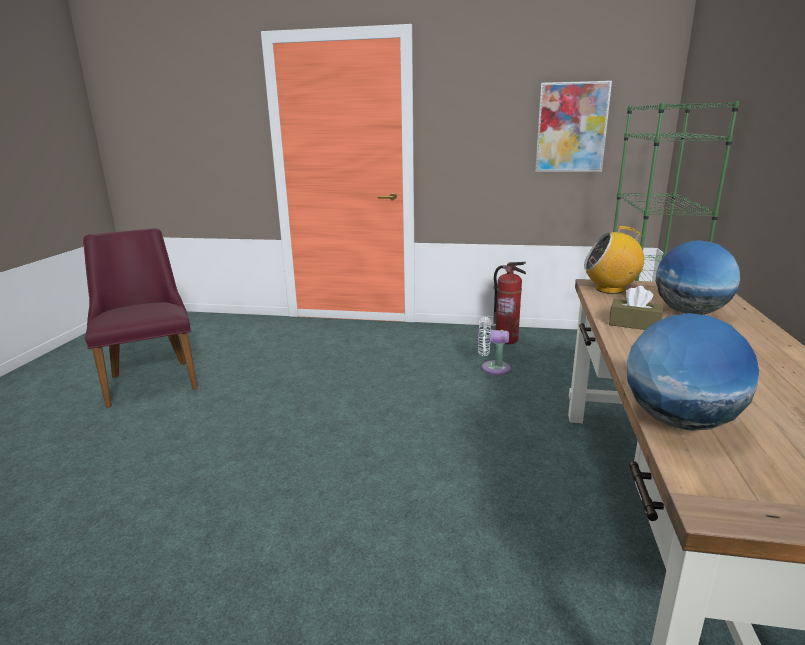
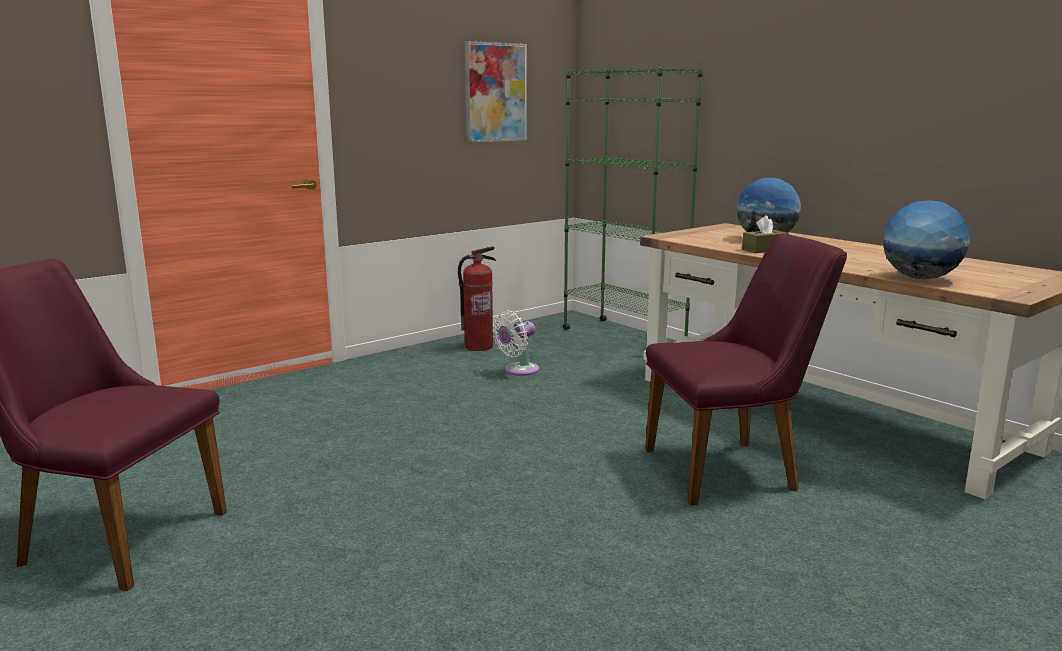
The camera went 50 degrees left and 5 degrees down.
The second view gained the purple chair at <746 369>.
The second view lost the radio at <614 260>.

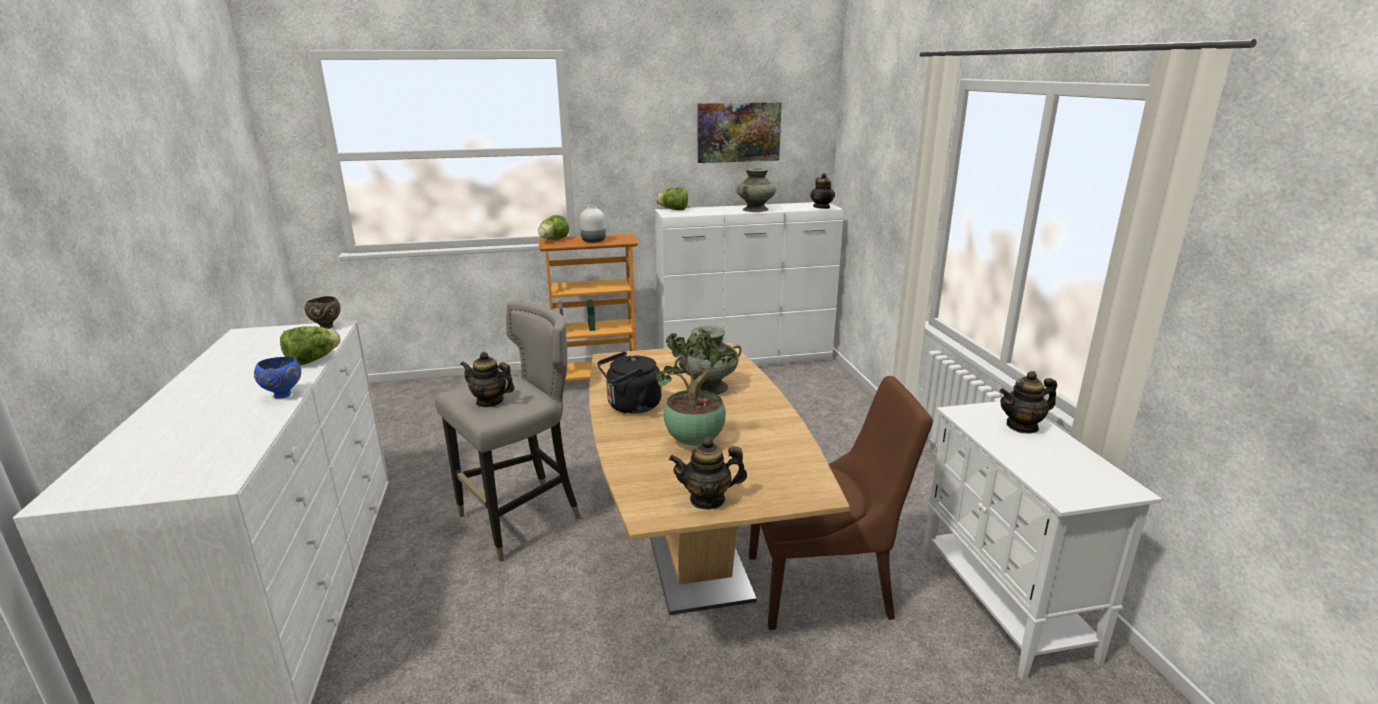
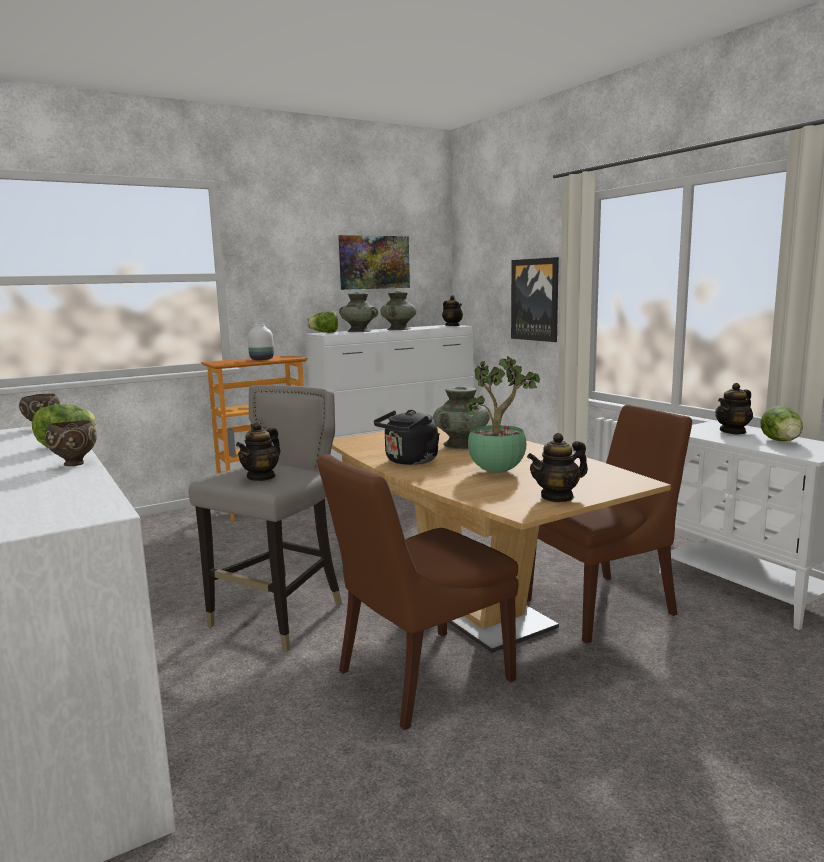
The camera went 20 degrees left and 10 degrees down.
What was the blue bowl at <277 378> turned into the brown bowl at <71 443>.
The teapot at <487 380> ended up facing another way, 60 degrees counterclockwise from before.
The second view gained the brown chair at <418 592>.
The second view gained the turquoise vase at <358 312>.
The second view gained the picture at <535 299>.
The lettuce ended up elsewhere, having gone from <553 227> to <782 423>.

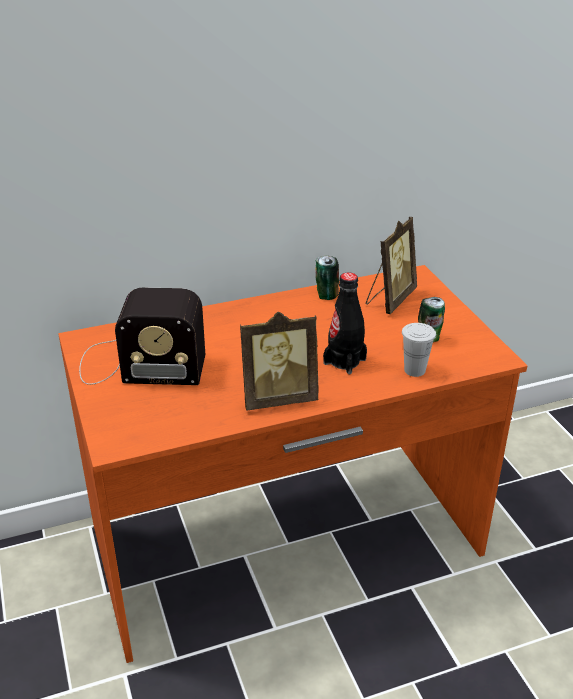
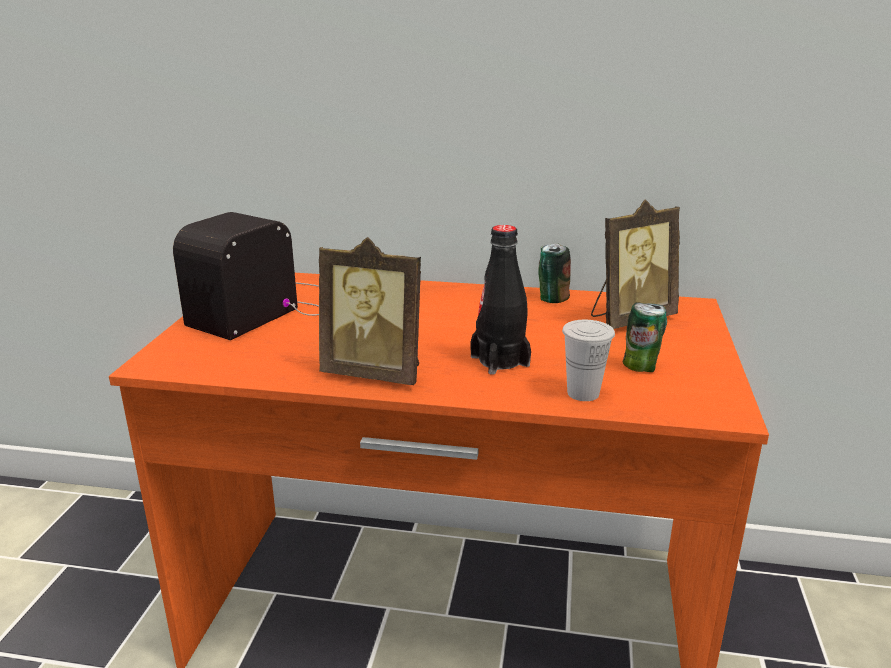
The camera went 30 degrees right and 10 degrees down.
The radio at <142 336> ended up facing another way, 90 degrees clockwise from before.

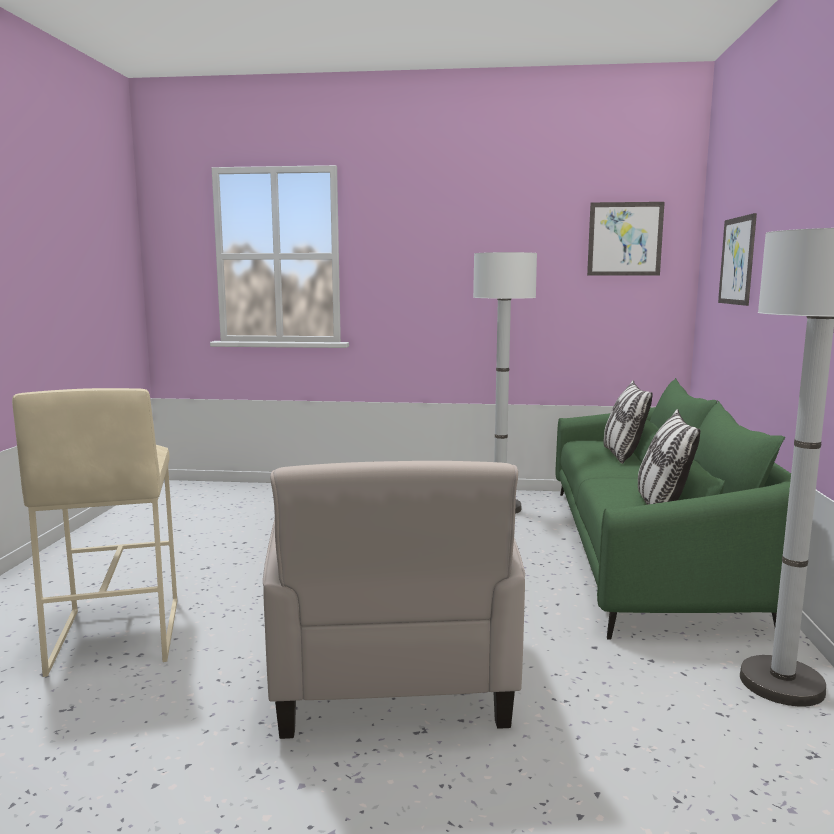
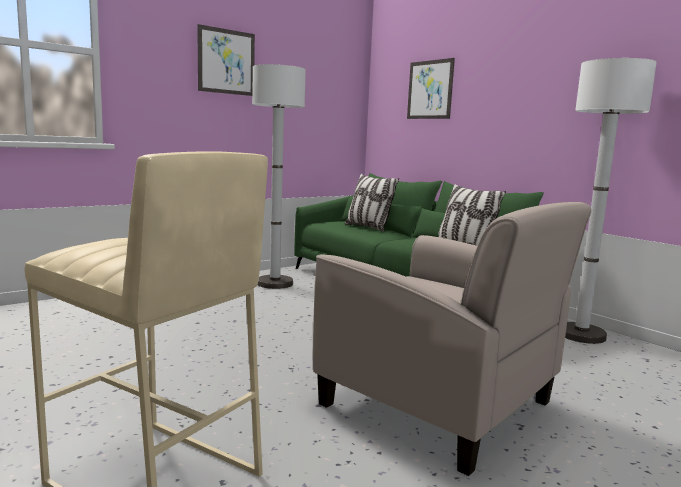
The camera went 45 degrees left and 0 degrees up.
The picture ended up elsewhere, having gone from <626 239> to <226 60>.

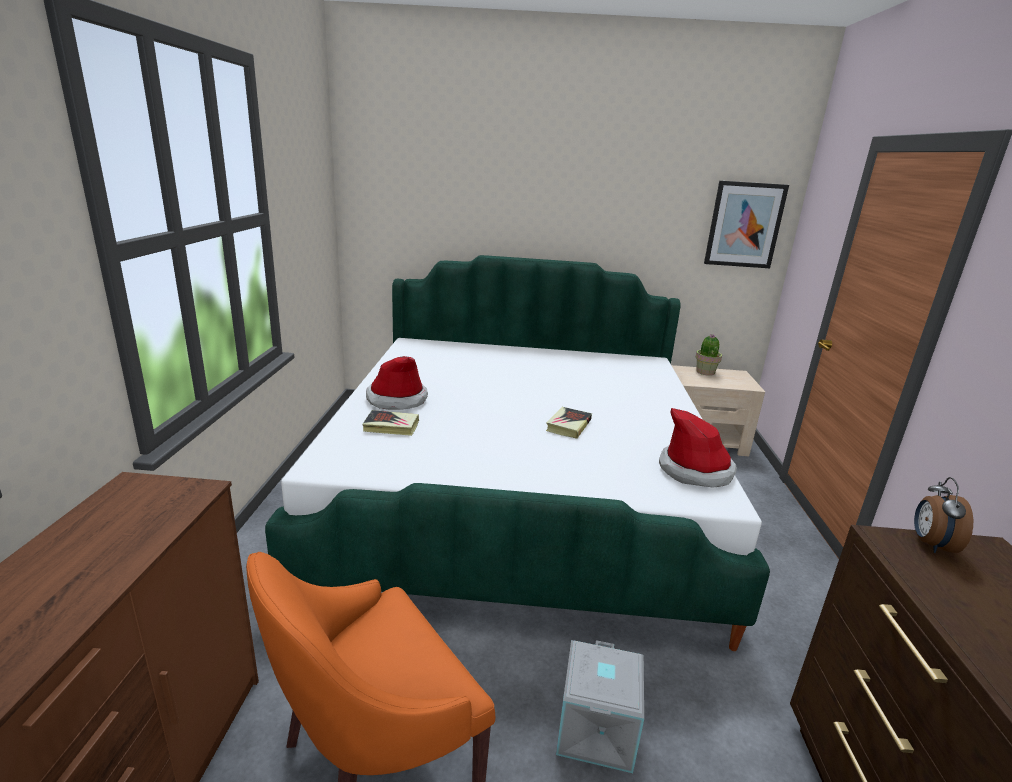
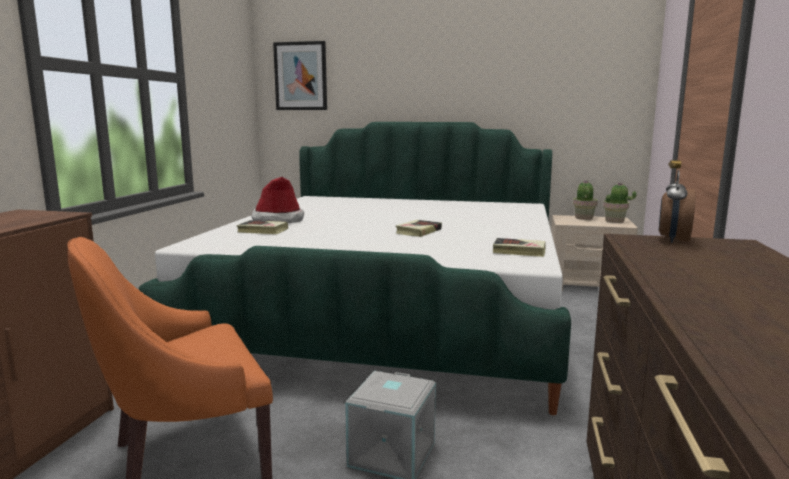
The camera went 10 degrees right and 10 degrees down.
The picture ended up elsewhere, having gone from <746 224> to <300 75>.
Where the hat stood at <698 447>, the book came to stand at <519 247>.
The second view gained the potted plant at <620 202>.

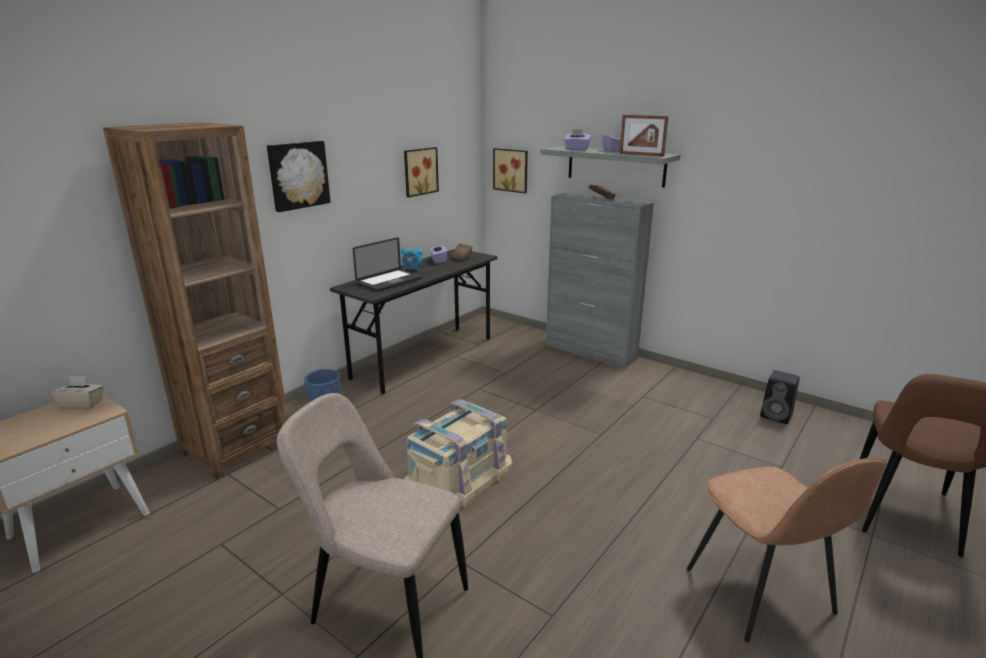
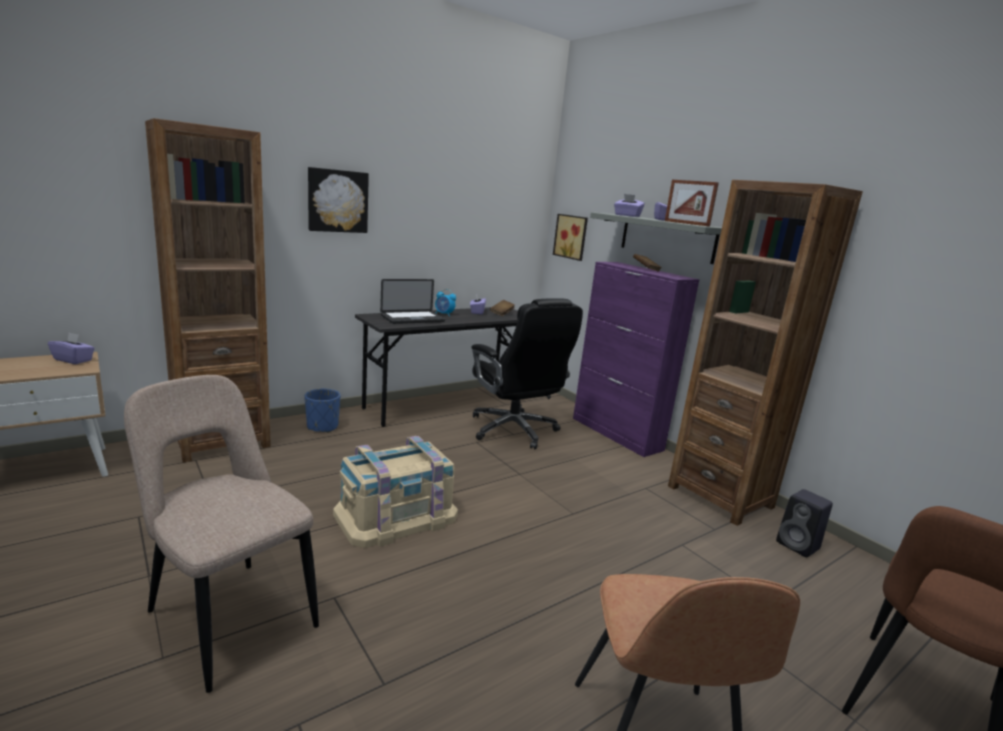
The camera went 15 degrees right and 5 degrees down.
What was the beige tissue box at <77 392> turned into the purple tissue box at <71 348>.
The second view gained the black office chair at <527 373>.
What was the grey cabinet at <600 280> turned into the purple cabinet at <636 359>.
The second view gained the brown bookcase at <765 353>.
The second view lost the picture at <421 172>.

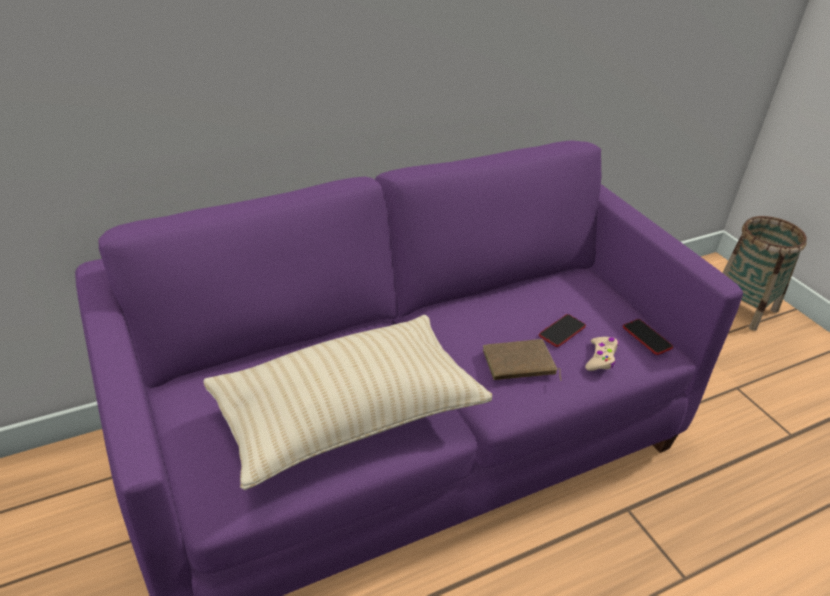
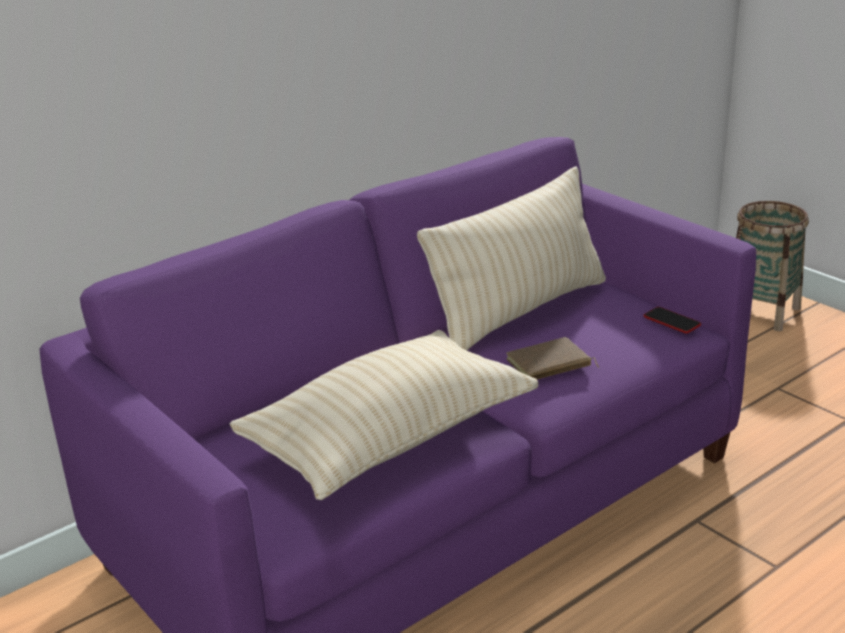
The camera went 10 degrees left and 10 degrees down.
The second view gained the beige pillow at <511 258>.
The second view lost the phone at <562 330>.
The second view lost the beige game controller at <602 354>.

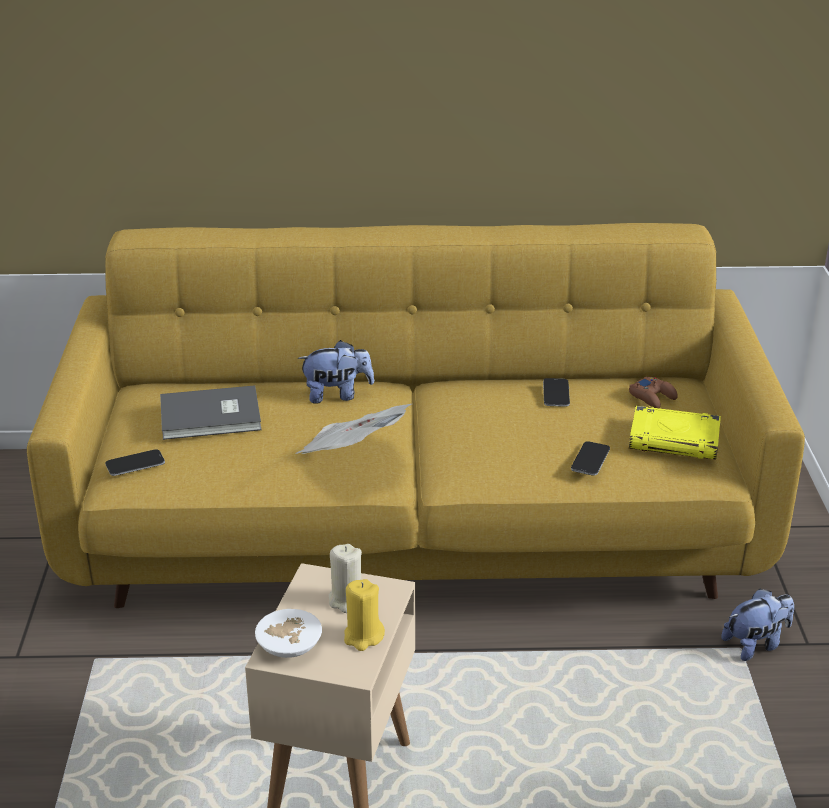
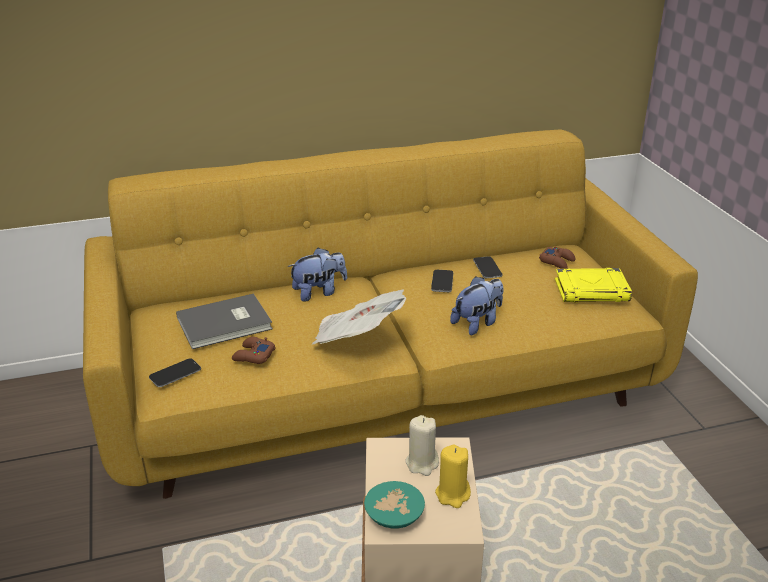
The camera went 15 degrees left and 0 degrees up.
The second view gained the brown game controller at <254 350>.
What was the white bowl at <288 633> turned into the turquoise bowl at <394 505>.
The phone ended up elsewhere, having gone from <590 458> to <442 281>.
The plush toy ended up elsewhere, having gone from <757 624> to <476 305>.

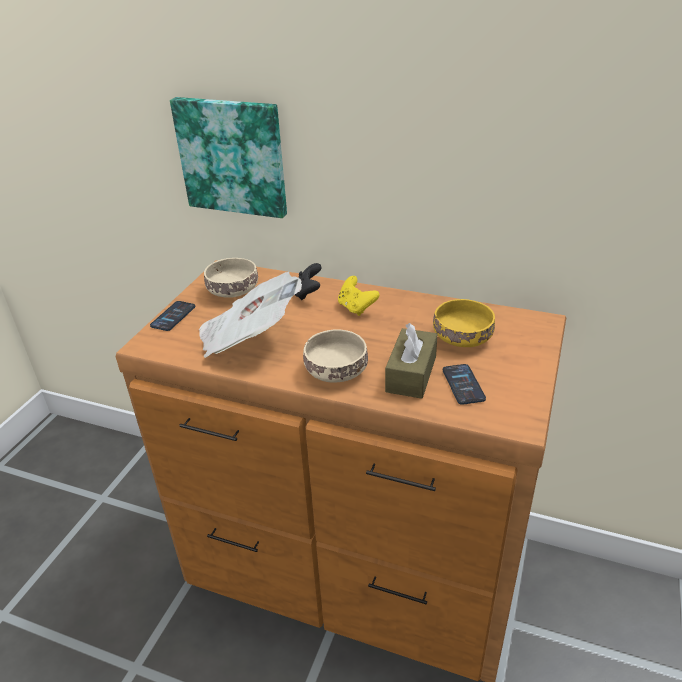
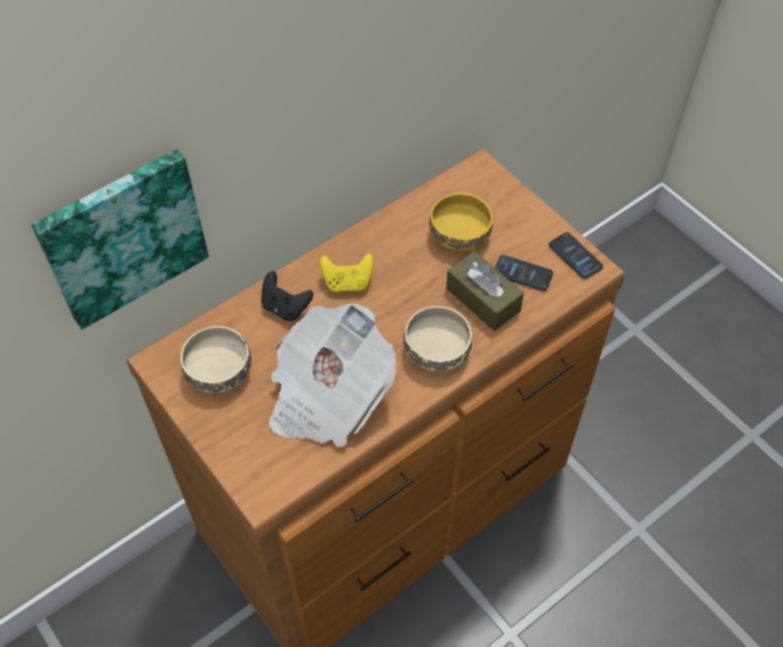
The camera went 60 degrees left and 20 degrees up.
The phone ended up elsewhere, having gone from <172 316> to <576 255>.

